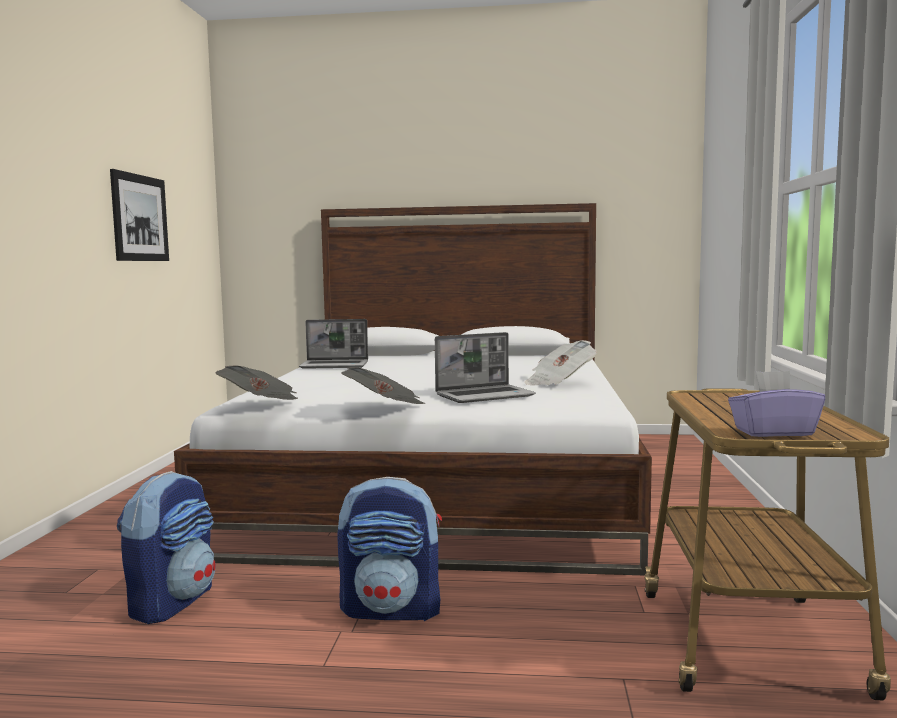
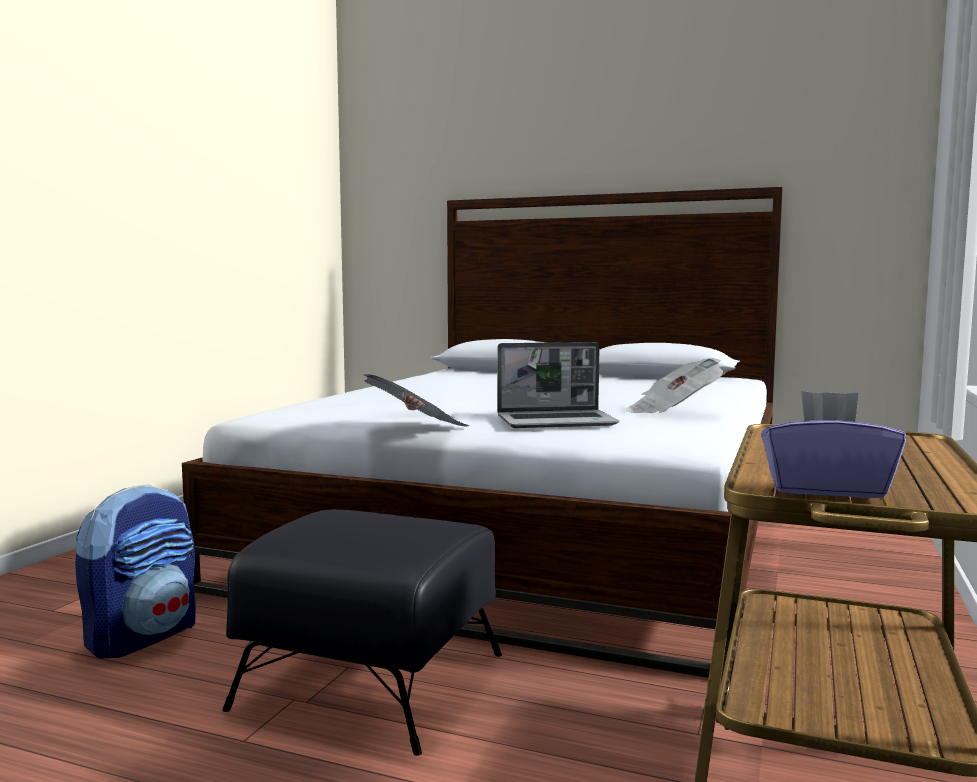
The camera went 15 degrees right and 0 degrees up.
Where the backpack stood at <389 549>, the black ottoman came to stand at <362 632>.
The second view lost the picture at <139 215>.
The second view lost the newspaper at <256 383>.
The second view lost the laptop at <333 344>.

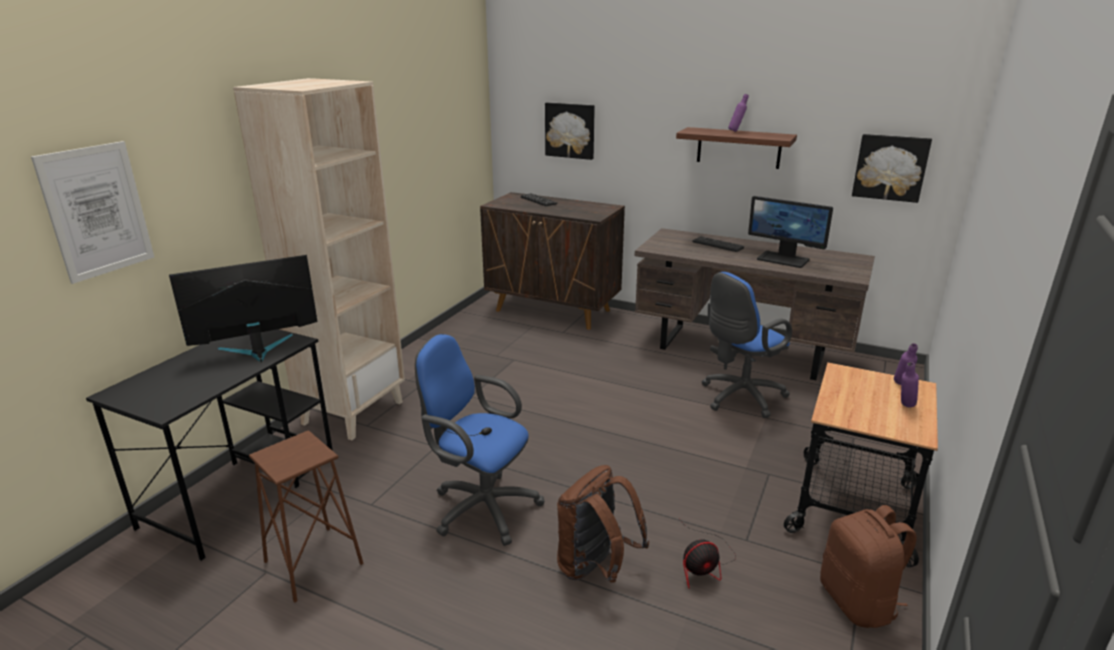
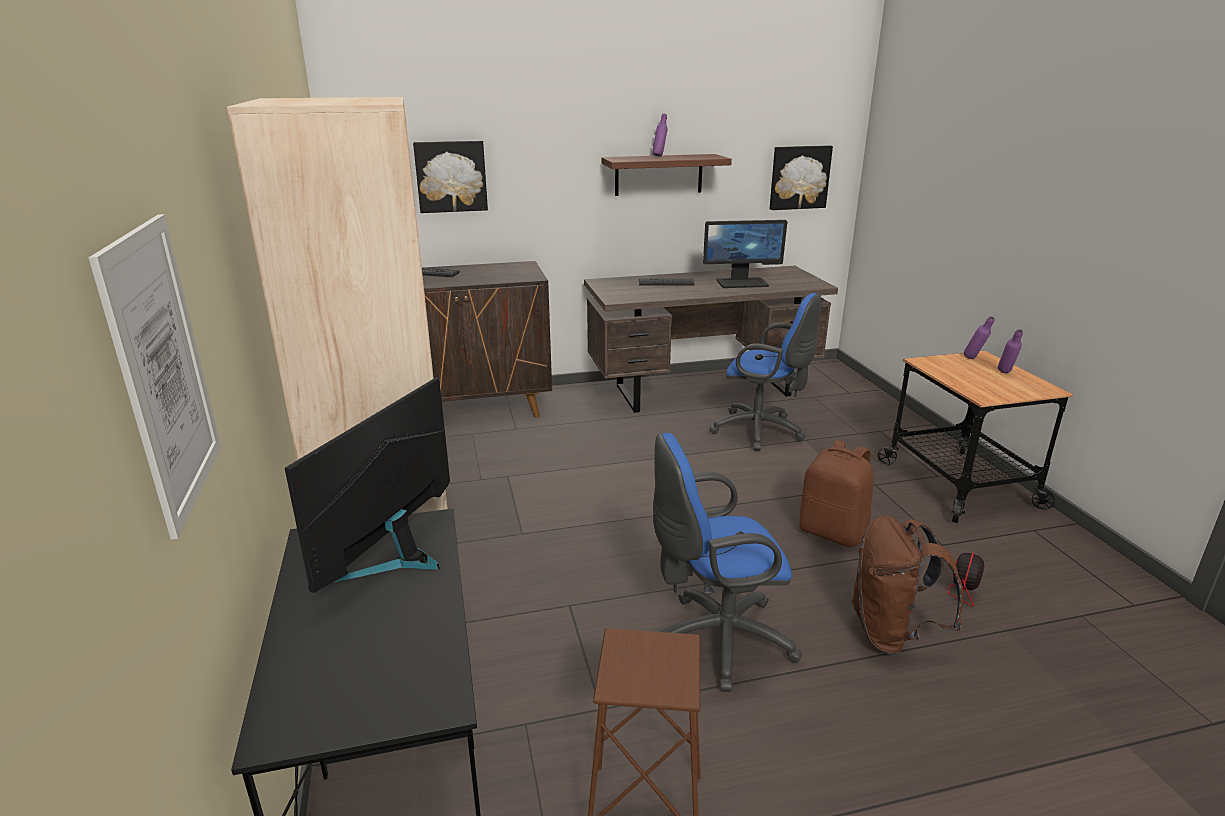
The camera went 40 degrees left and 0 degrees up.
The blue office chair at <746 345> ended up facing another way, 75 degrees counterclockwise from before.
The brown backpack ended up elsewhere, having gone from <868 566> to <836 493>.

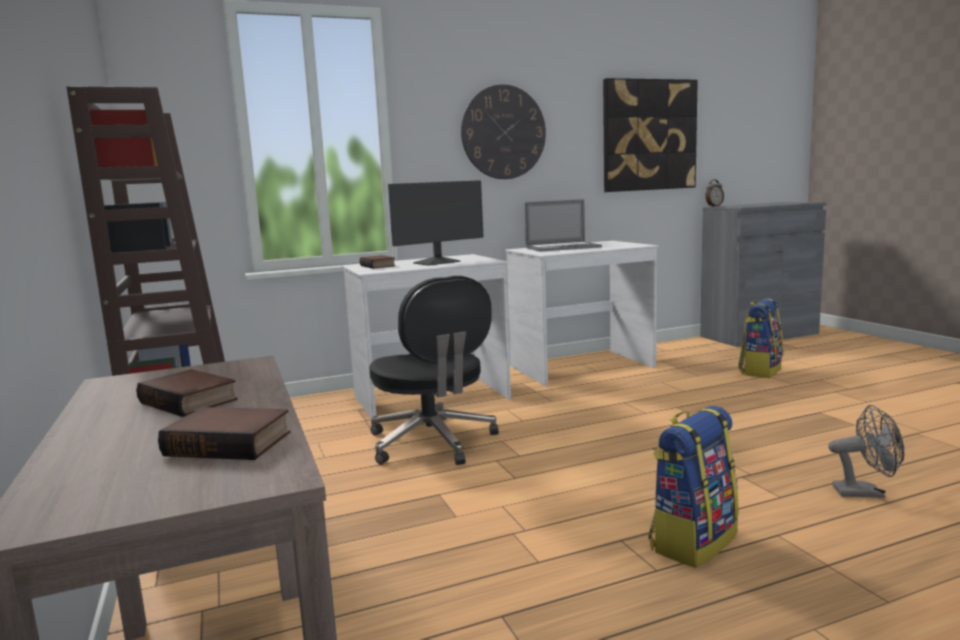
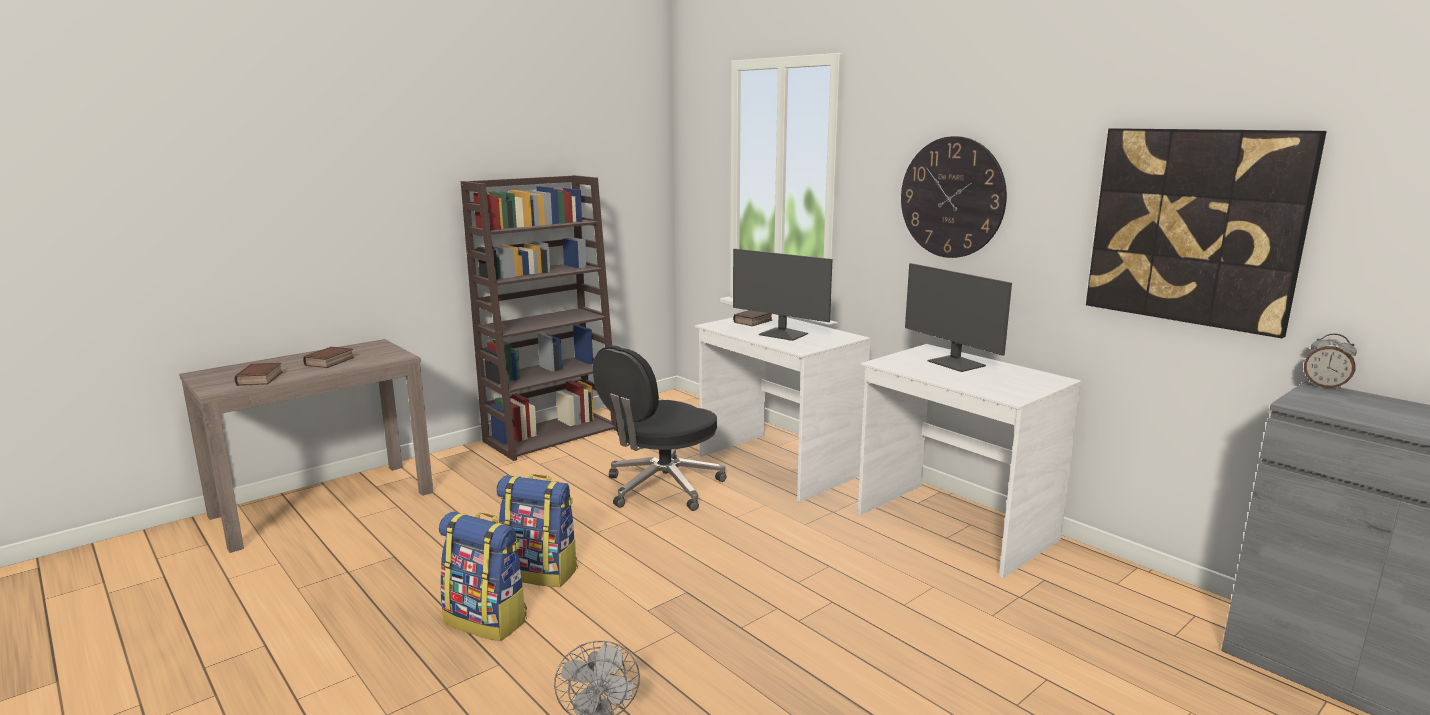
The camera went 70 degrees right and 5 degrees up.
The backpack ended up elsewhere, having gone from <761 338> to <537 530>.
Where the laptop stood at <563 225>, the monitor came to stand at <958 317>.

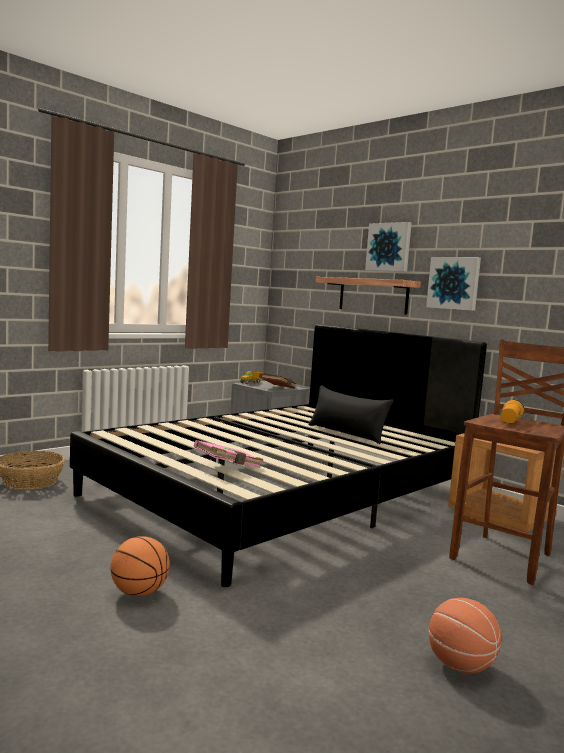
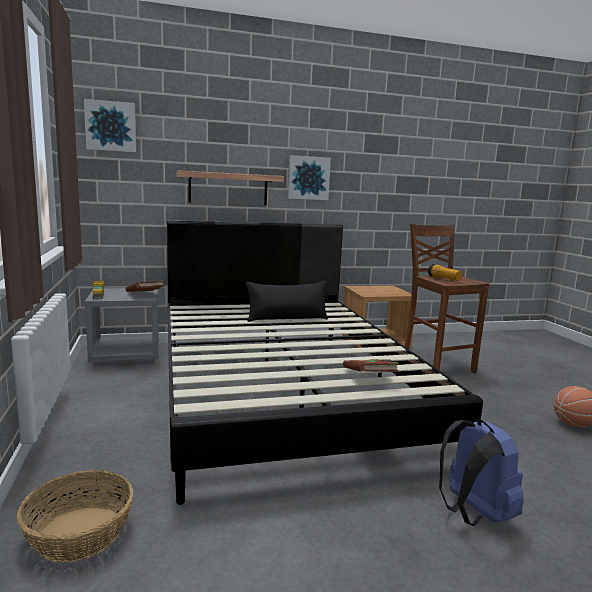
The camera went 60 degrees left and 5 degrees up.
The picture ended up elsewhere, having gone from <388 247> to <110 125>.
What was the pink book at <228 454> turned into the brown book at <371 365>.
Where the basketball stood at <140 566>, the blue backpack came to stand at <481 473>.

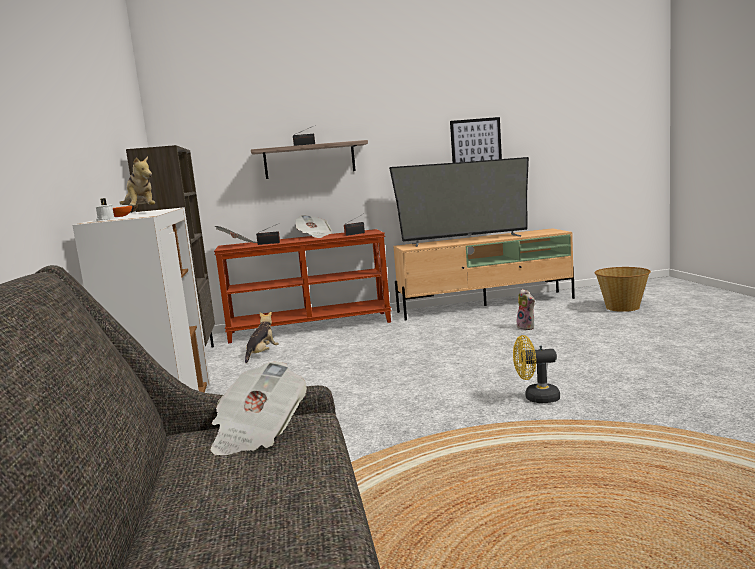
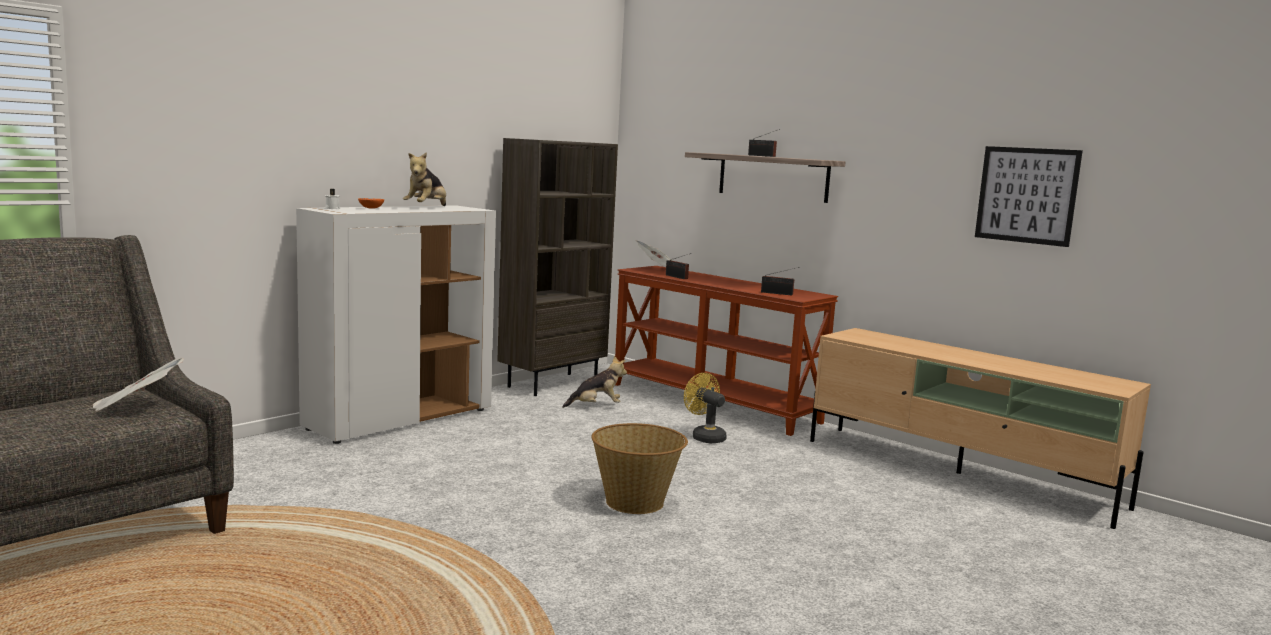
The camera went 50 degrees right and 0 degrees up.
The basket ended up elsewhere, having gone from <622 289> to <639 468>.
The yellow fan ended up elsewhere, having gone from <536 369> to <705 408>.
The second view lost the newspaper at <313 226>.
The second view lost the television at <459 202>.
The second view lost the plush toy at <526 309>.

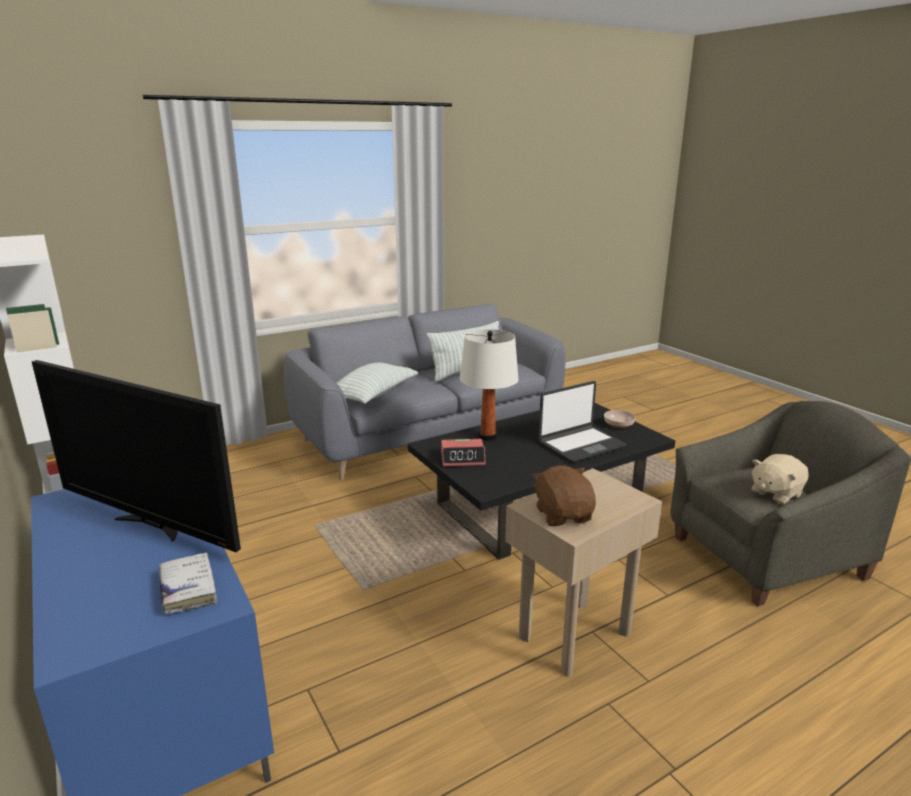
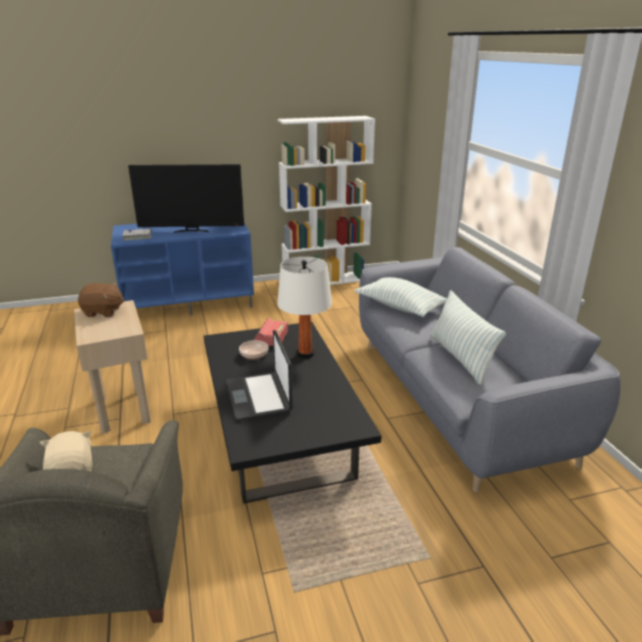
The camera went 105 degrees right and 5 degrees up.
The television at <136 456> ended up facing another way, 135 degrees counterclockwise from before.
The bowl ended up elsewhere, having gone from <620 419> to <254 350>.

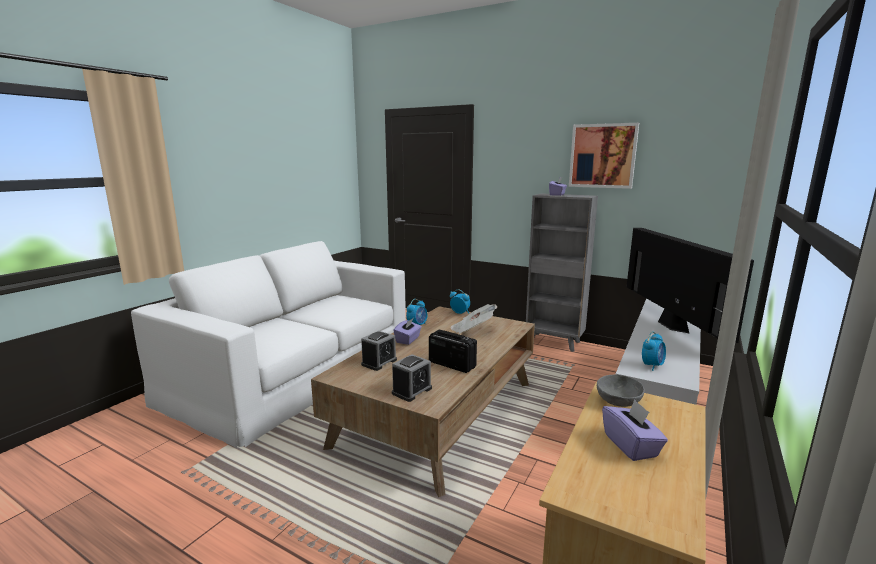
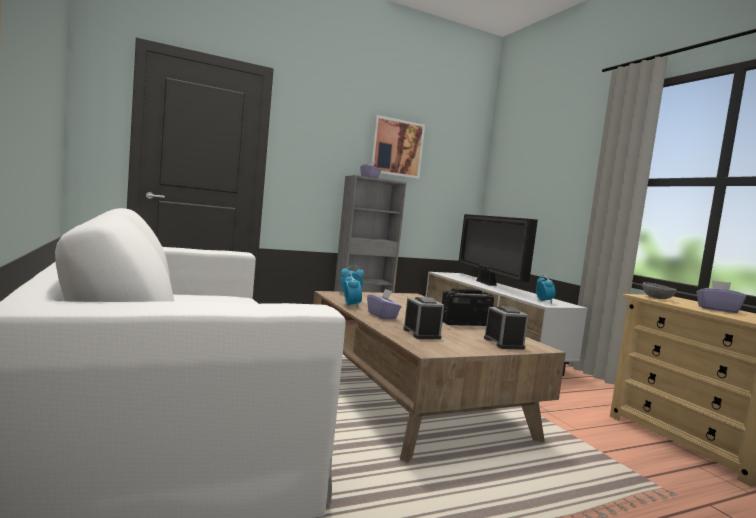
The camera went 55 degrees left and 10 degrees down.
The television at <690 285> ended up facing another way, 135 degrees counterclockwise from before.
The second view lost the newspaper at <473 319>.

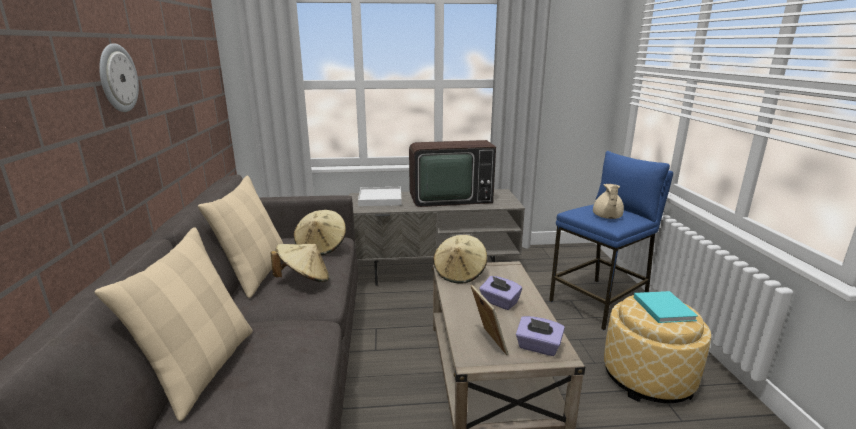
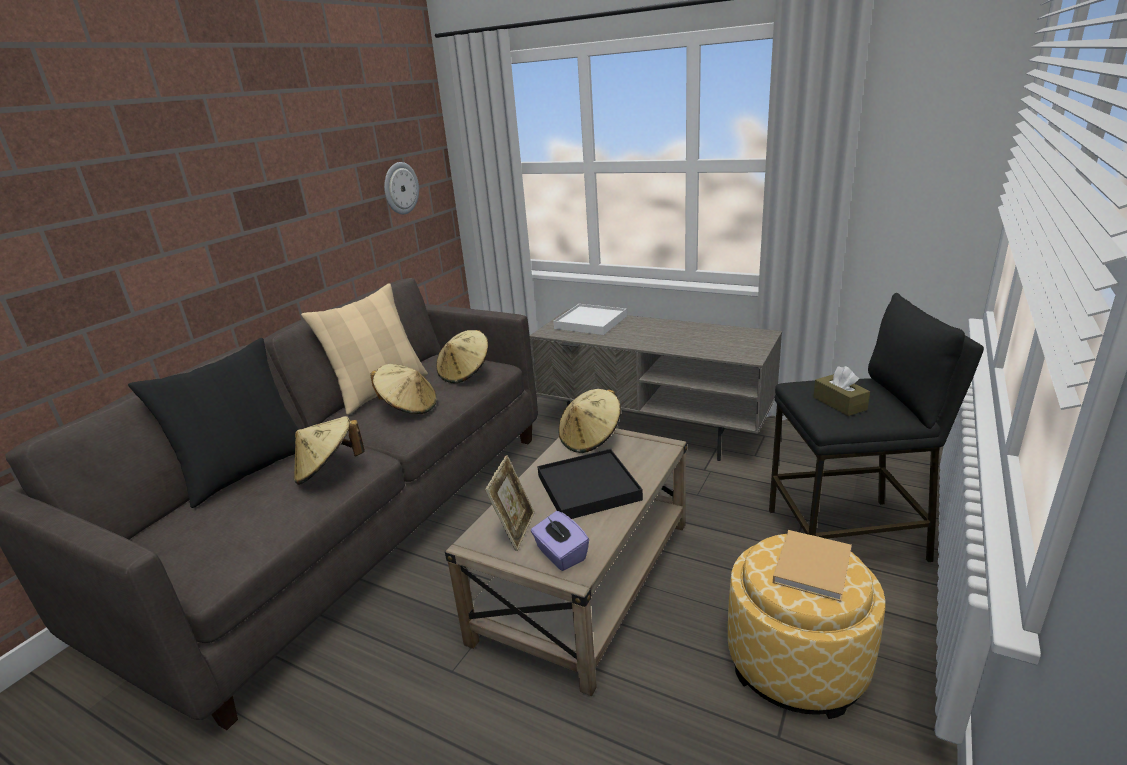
The camera went 35 degrees right and 5 degrees up.
What was the beige pillow at <173 324> turned into the black pillow at <213 423>.
The second view gained the beige hat at <329 450>.
The wall clock ended up elsewhere, having gone from <119 77> to <401 188>.
Where the purple tissue box stood at <500 293>, the black tray came to stand at <590 484>.
What was the blue stool at <611 240> turned into the black stool at <876 427>.
What was the turquoise book at <666 307> turned into the beige book at <812 566>.
Where the beige teapot stood at <608 201>, the brown tissue box came to stand at <841 391>.
The second view lost the television at <452 173>.

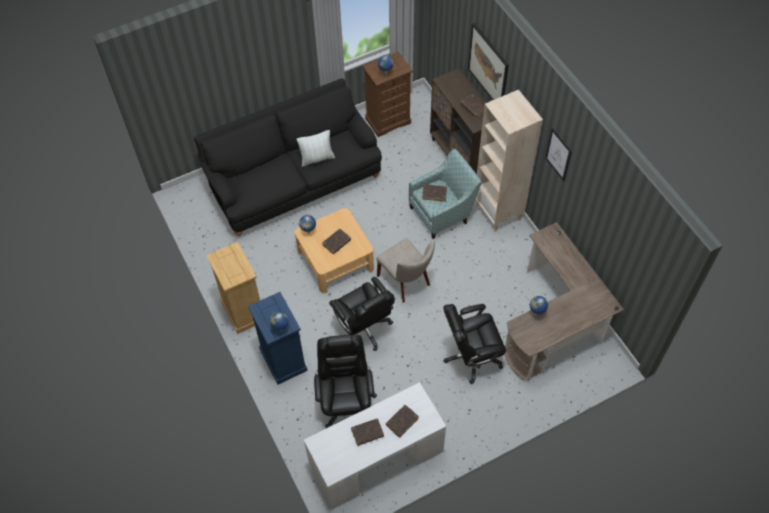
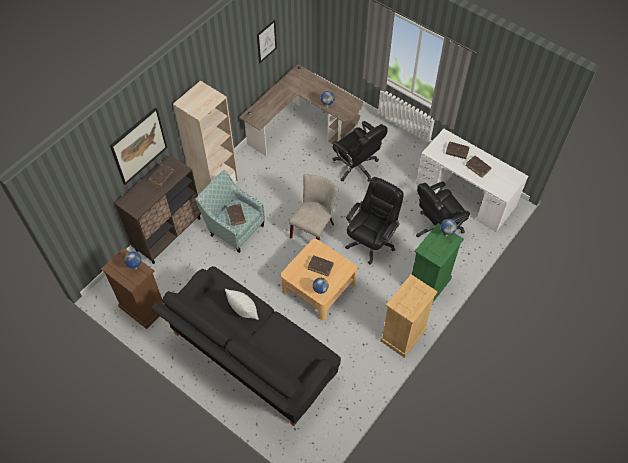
The camera went 115 degrees left and 0 degrees up.
The picture ended up elsewhere, having gone from <558 154> to <267 41>.
What was the blue dresser at <278 338> turned into the green dresser at <438 262>.

